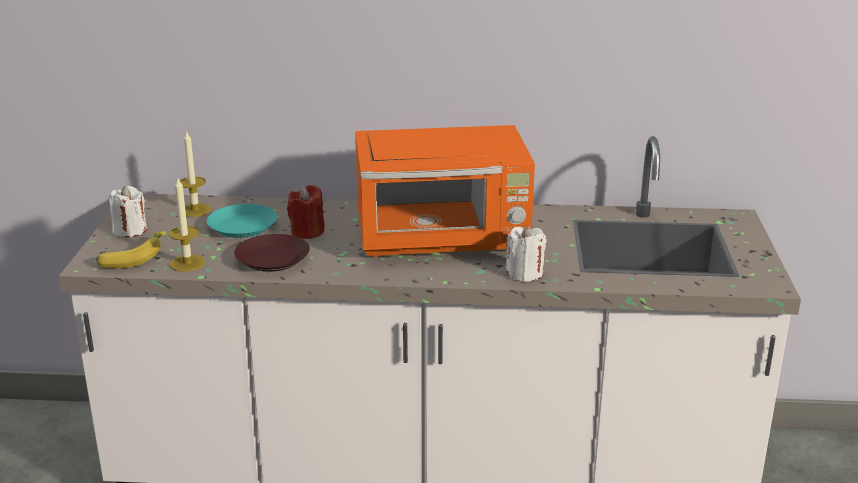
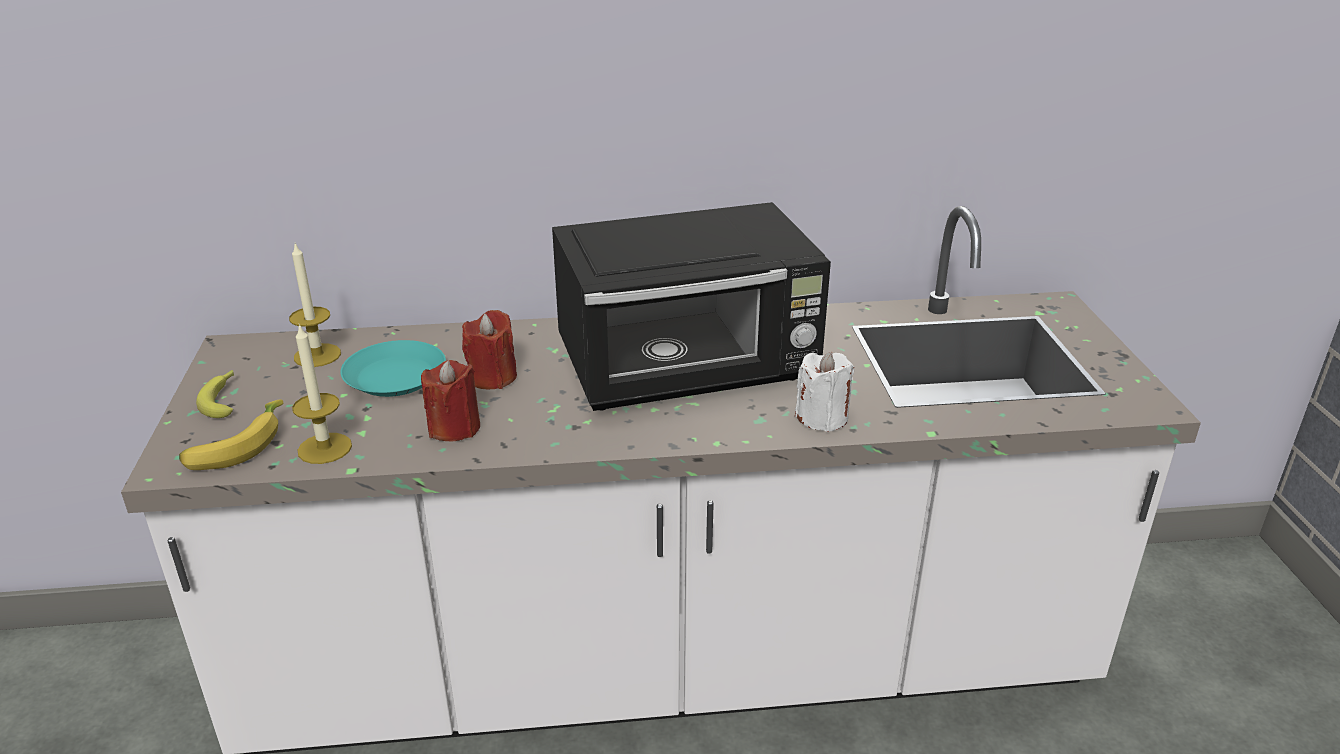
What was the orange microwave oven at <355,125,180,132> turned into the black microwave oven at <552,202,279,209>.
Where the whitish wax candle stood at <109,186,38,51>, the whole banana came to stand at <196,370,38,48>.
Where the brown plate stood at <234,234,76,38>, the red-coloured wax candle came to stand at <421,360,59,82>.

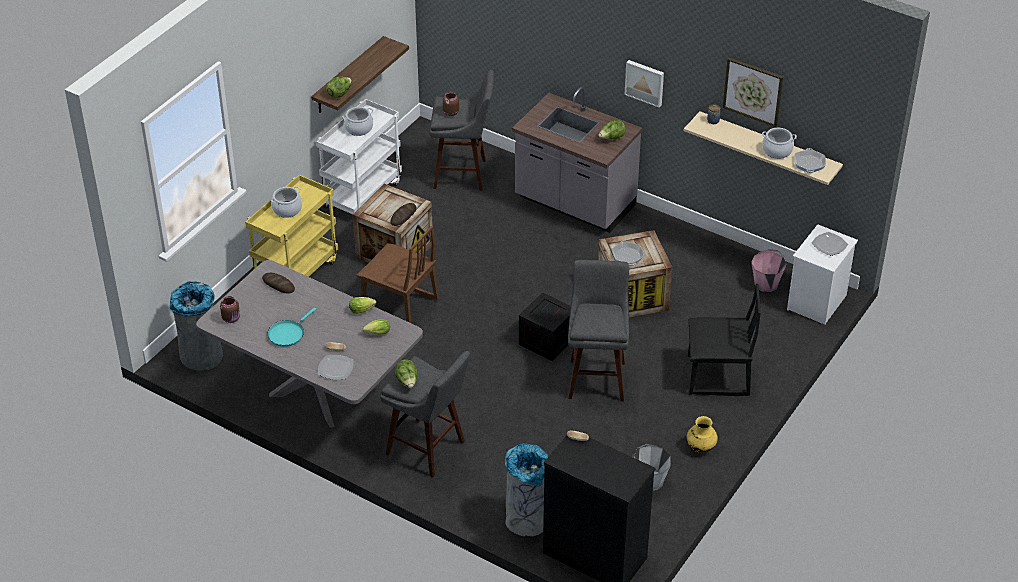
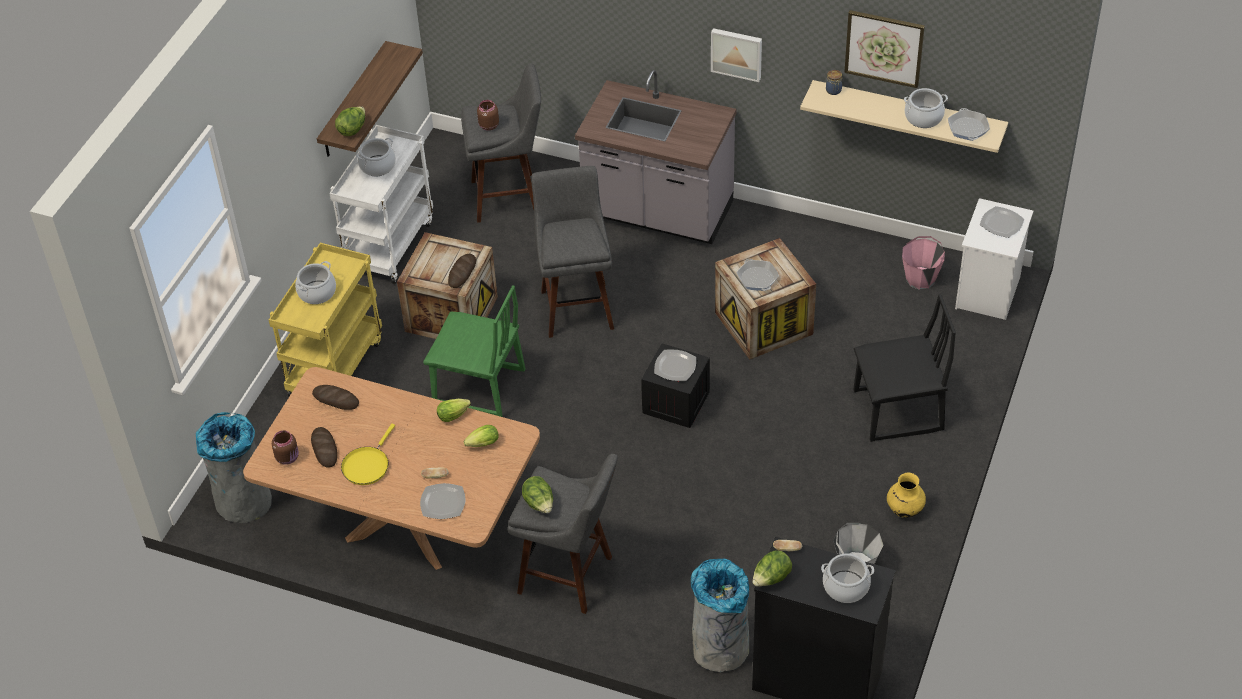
The lettuce head ended up elsewhere, having gone from <598,120,28,20> to <752,550,40,36>.
What was the brown upright chair at <357,226,82,97> turned into the greenish upright chair at <423,285,102,132>.
What was the gray kitchen table at <196,260,227,167> turned into the brown kitchen table at <243,367,297,203>.
The gray sitting stool ended up elsewhere, having gone from <568,260,61,142> to <531,166,83,172>.
What was the turquoise-coloured frying pan at <267,308,49,39> turned into the yellow-coloured frying pan at <341,424,54,61>.
The second view gained the plate at <654,350,42,31>.
The second view gained the bread at <311,427,27,41>.
The second view gained the saucepot at <821,554,53,49>.

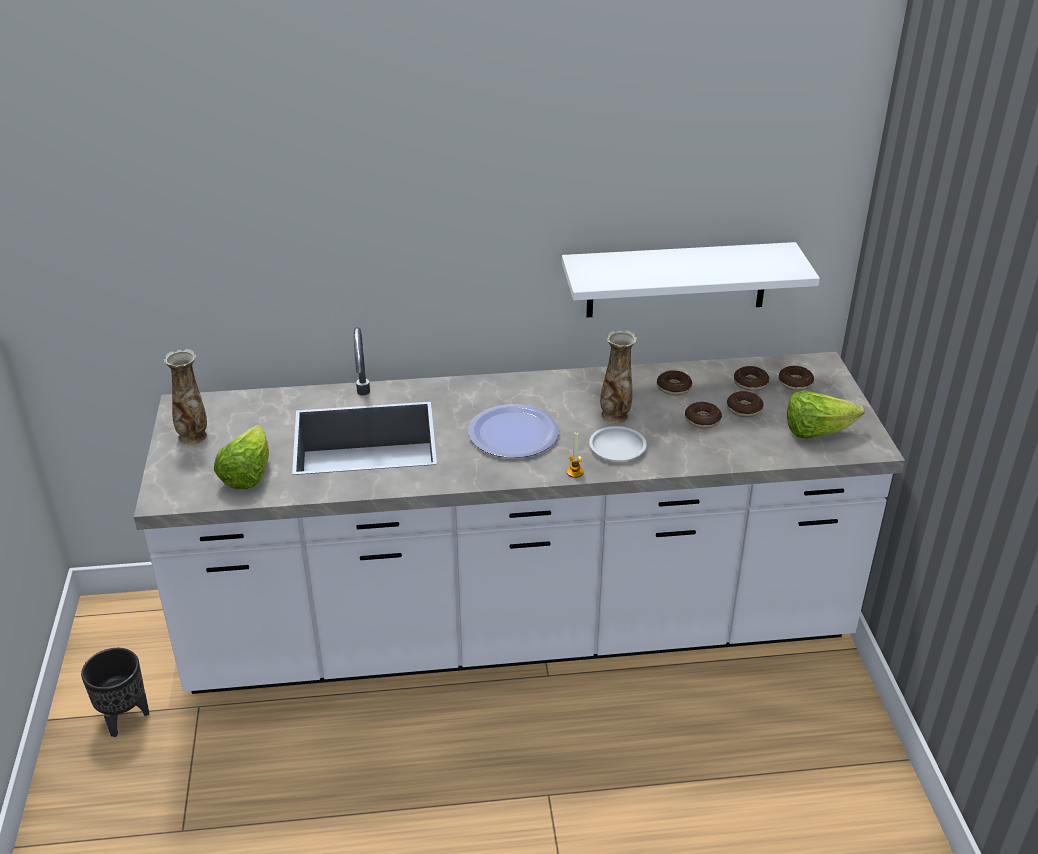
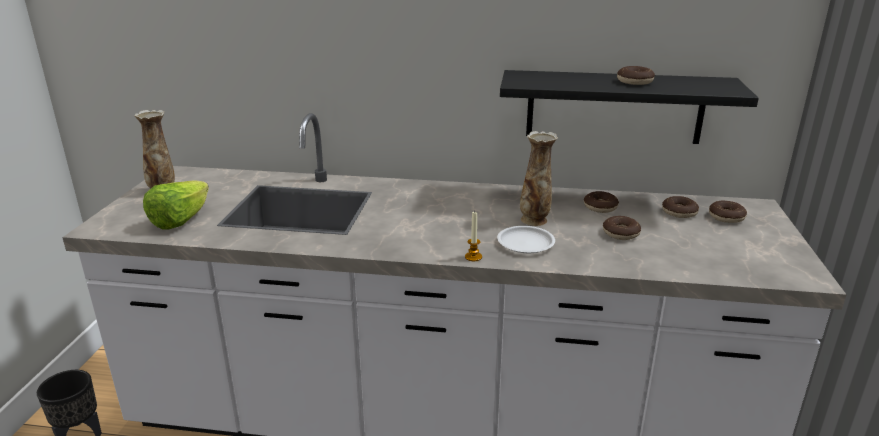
What was the whitish bracket shelf at <562,242,258,75> turned into the black bracket shelf at <500,70,259,74>.
The ring doughnut ended up elsewhere, having gone from <727,391,36,26> to <617,66,38,19>.
The second view lost the lettuce head at <787,391,77,48>.
The second view lost the plate at <468,404,91,54>.

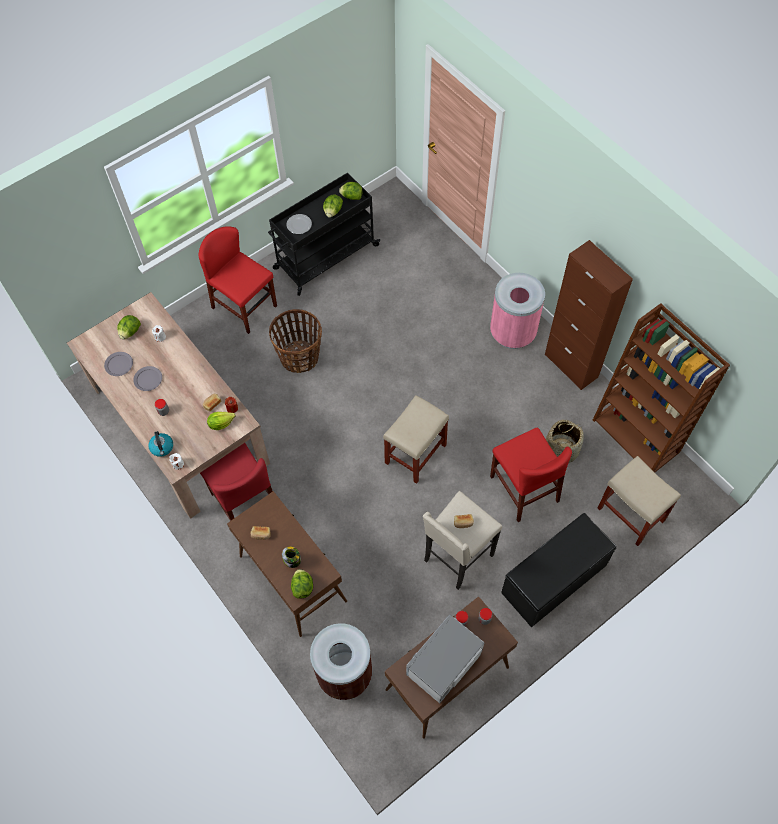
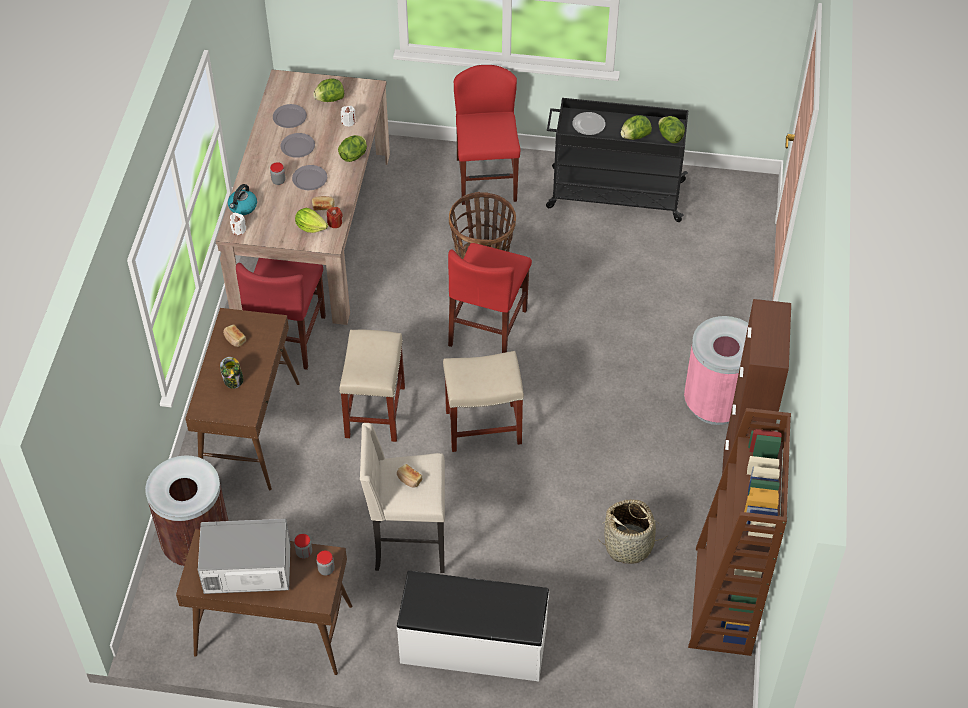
The red-coloured upright chair ended up elsewhere, having gone from <490,427,82,95> to <448,243,84,110>.
The beige-coloured sitting stool ended up elsewhere, having gone from <598,456,83,90> to <339,330,66,112>.
What was the black indoor bench at <501,513,115,115> turned into the whitish indoor bench at <397,571,152,111>.
The lettuce head ended up elsewhere, having gone from <291,569,22,30> to <338,135,29,27>.
The second view gained the gray plate at <292,165,35,25>.

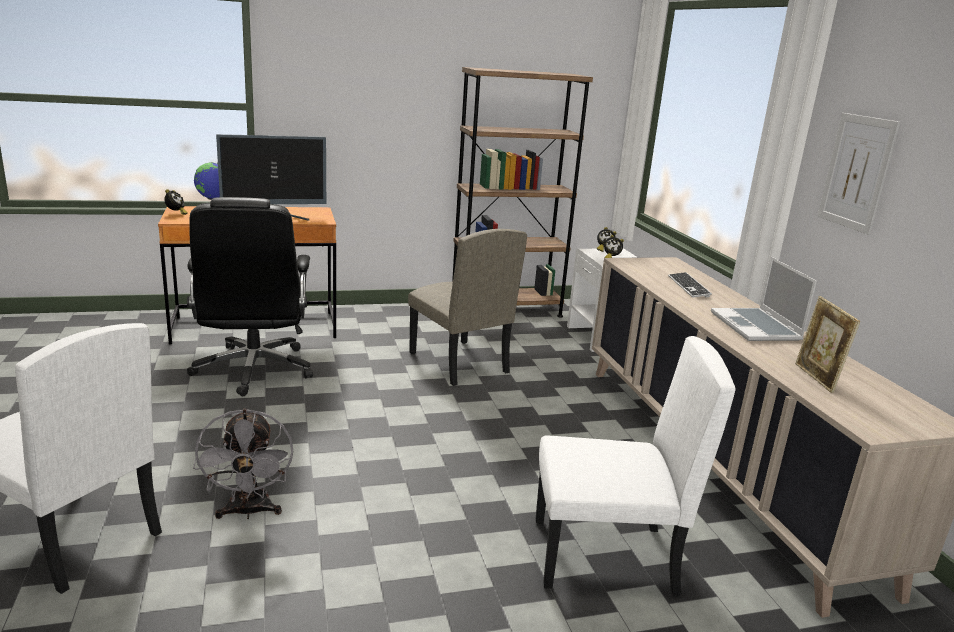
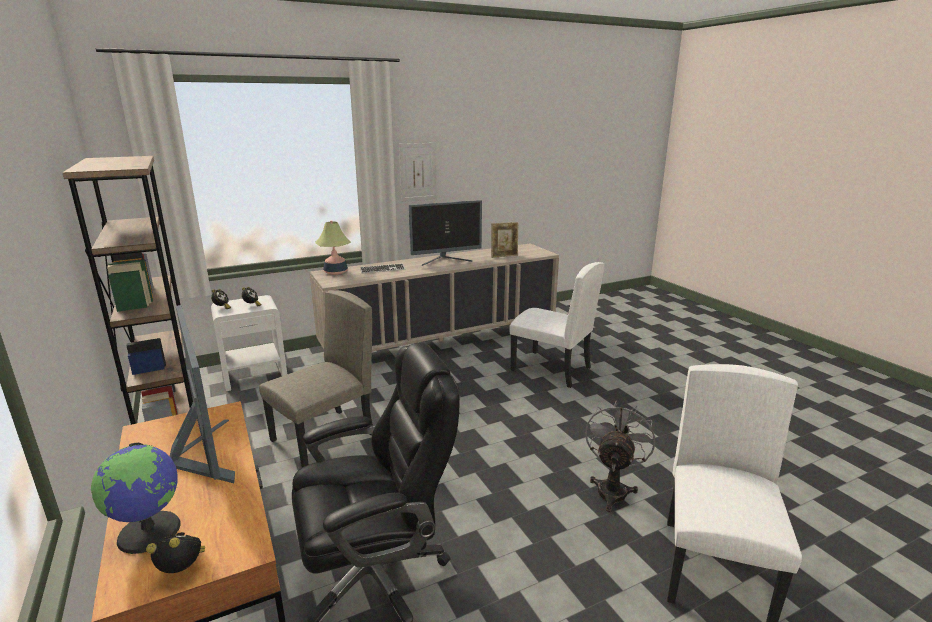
Where the laptop stood at <711,257,106,84>, the computer display came to stand at <409,200,73,66>.
The whitish upright chair at <536,336,199,260> ended up facing another way, 135 degrees clockwise from before.
The gray cooling fan at <193,409,100,110> ended up facing another way, 45 degrees counterclockwise from before.
The second view gained the lamp for a table at <315,221,36,54>.

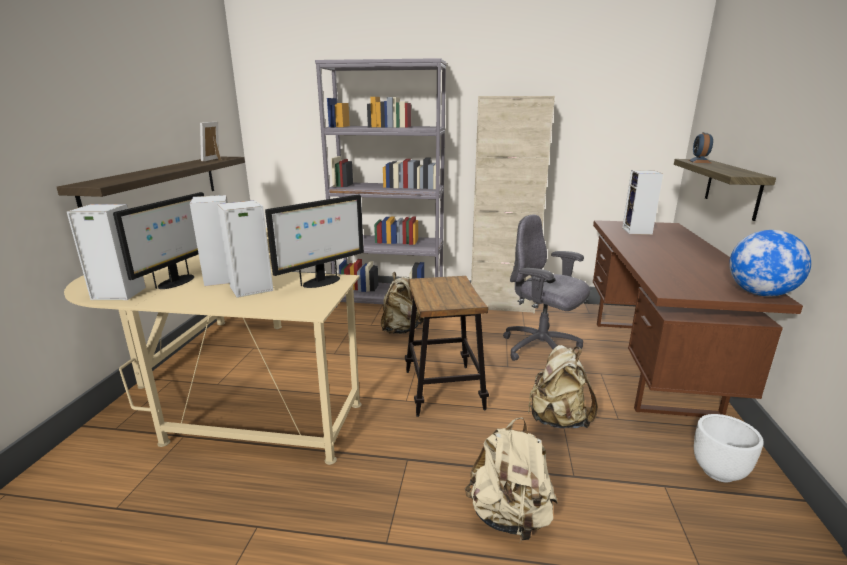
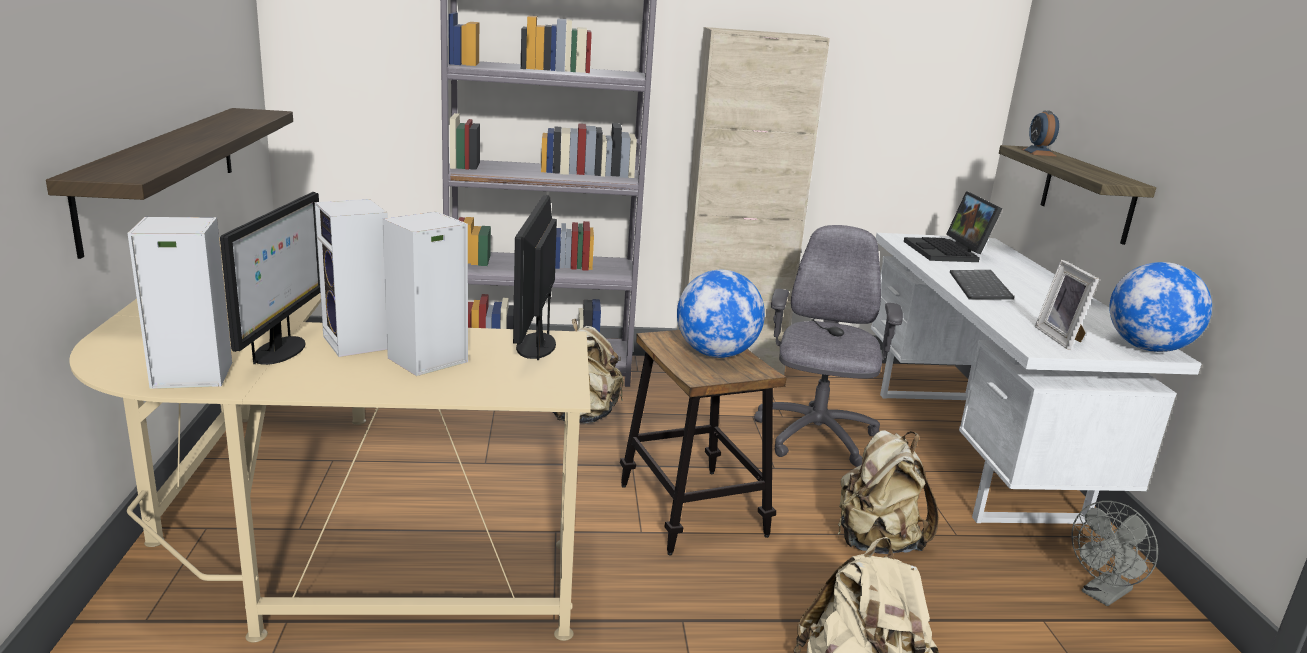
The photo frame ended up elsewhere, having gone from <200,122,21,40> to <1035,260,64,90>.
Where the speaker stood at <622,170,41,65>, the laptop came to stand at <904,191,99,71>.
The computer display at <265,194,99,94> ended up facing another way, 150 degrees clockwise from before.
The gray office chair at <503,215,87,146> ended up facing another way, 75 degrees clockwise from before.
What was the brown desk unit at <593,220,210,197> turned into the whitish desk unit at <871,233,331,291>.
Where the whitish flower pot stood at <694,414,70,68>, the gray cooling fan came to stand at <1071,501,87,105>.
The second view gained the globe at <677,270,88,88>.
The second view gained the keyboard at <950,270,64,29>.

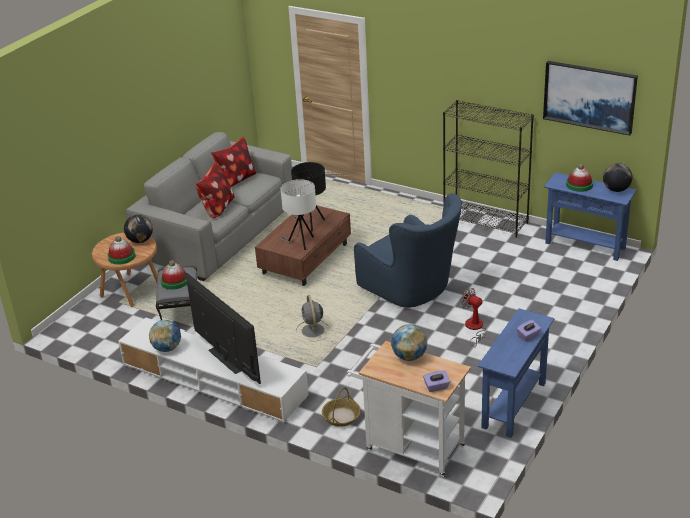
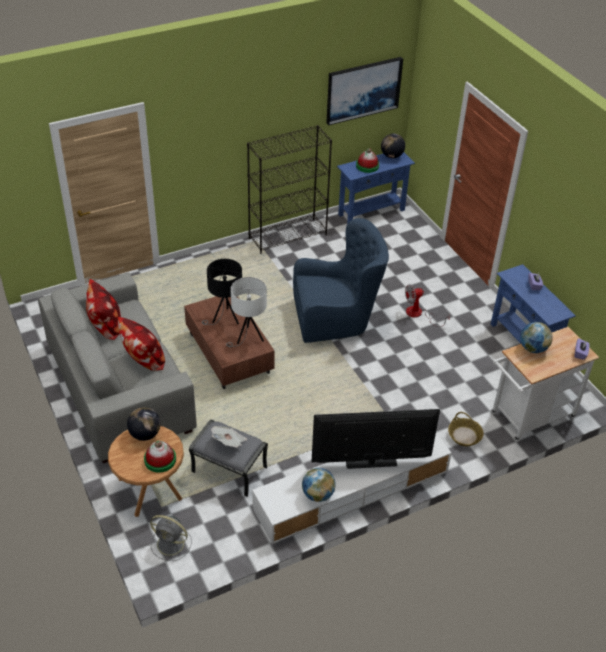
Where the clothing hat stood at <160,260,27,30>, the printed paper came to stand at <211,426,36,22>.
The gray cooling fan ended up elsewhere, having gone from <296,295,34,47> to <150,515,42,46>.

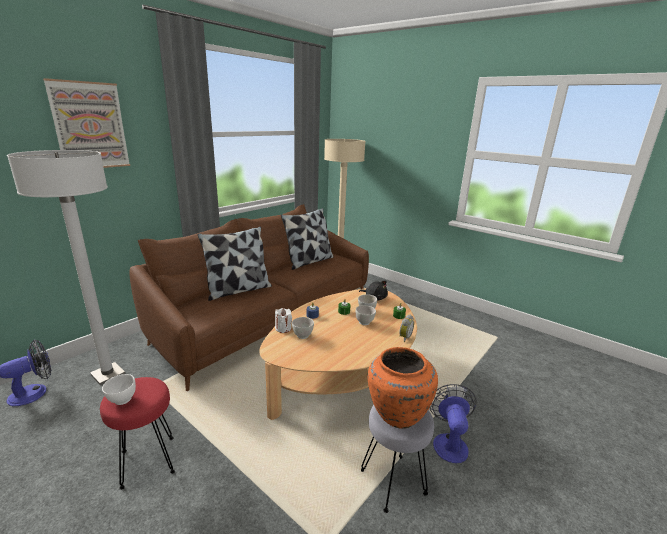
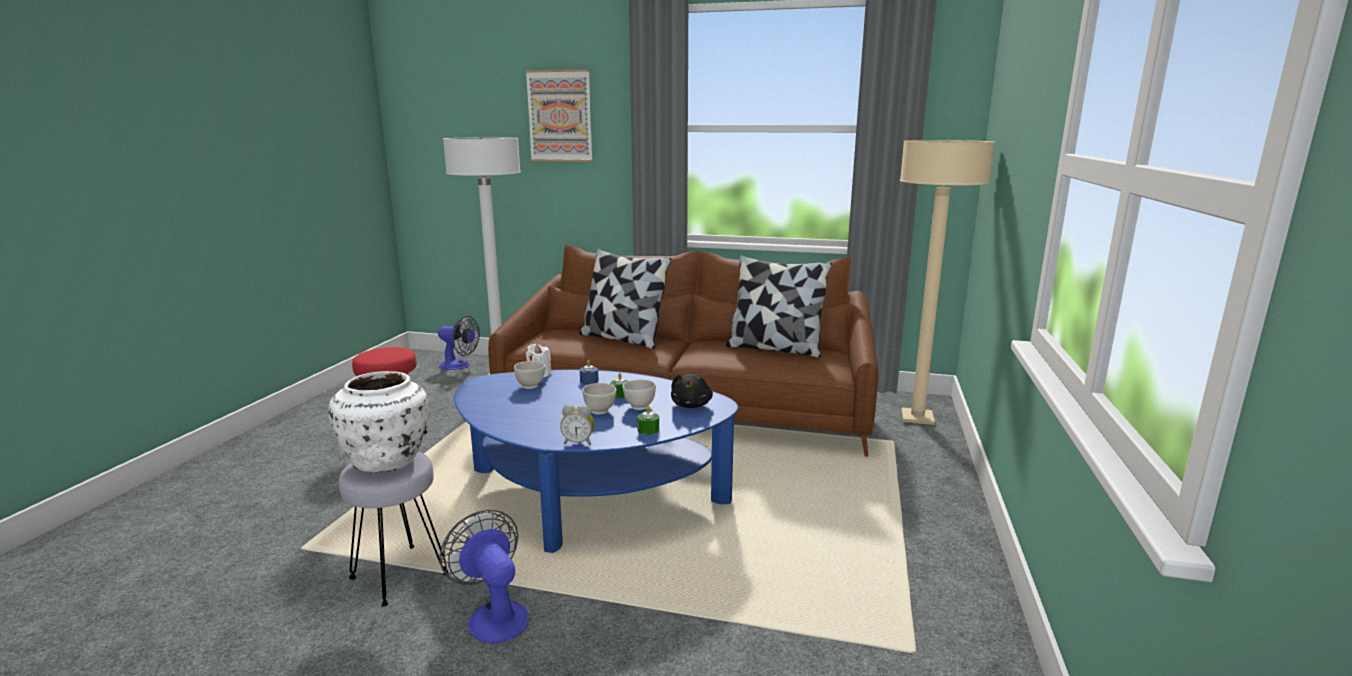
What was the beige-coloured coffee table at <259,288,158,132> turned into the bluish coffee table at <454,369,284,184>.
What was the orange flower vase at <368,347,70,82> turned into the whitish flower vase at <328,371,100,102>.
The second view lost the whitish deep dish at <102,374,34,31>.
The cooling fan at <430,384,47,79> ended up facing another way, 105 degrees counterclockwise from before.

